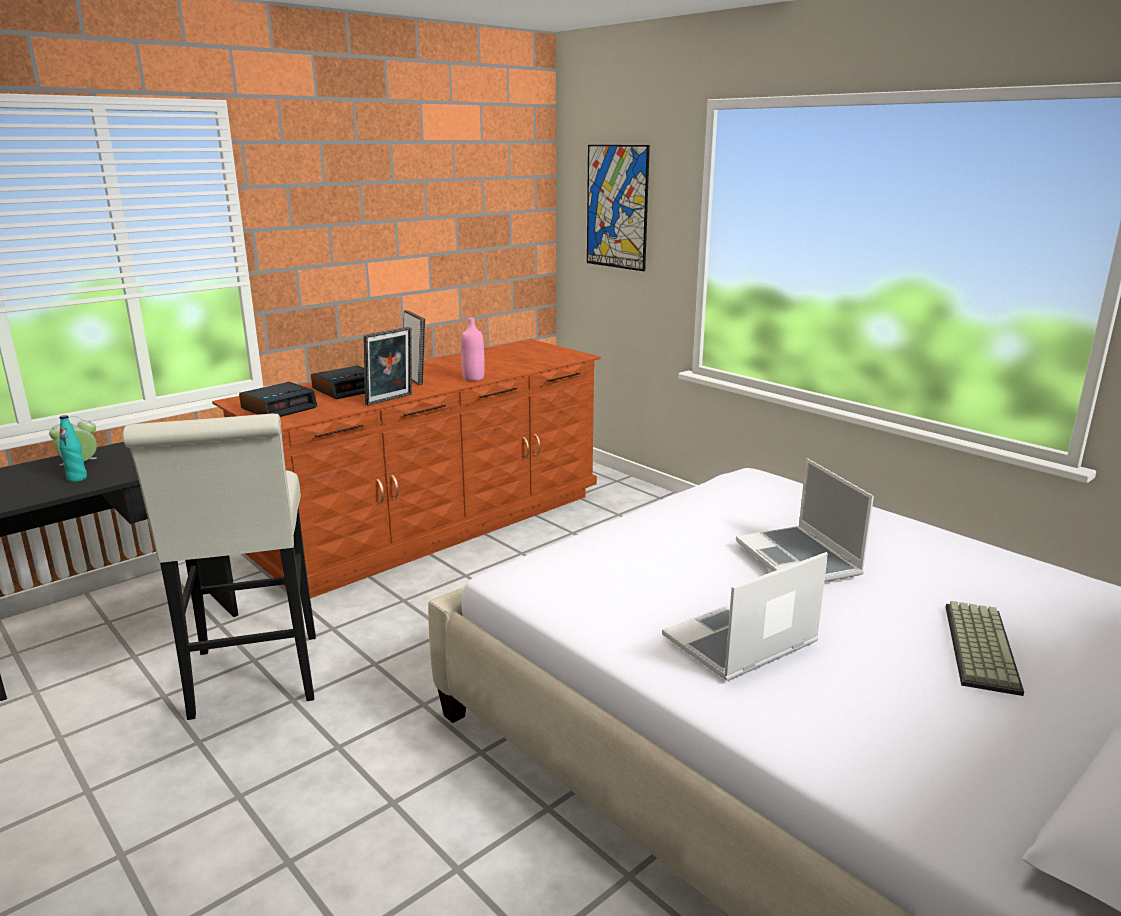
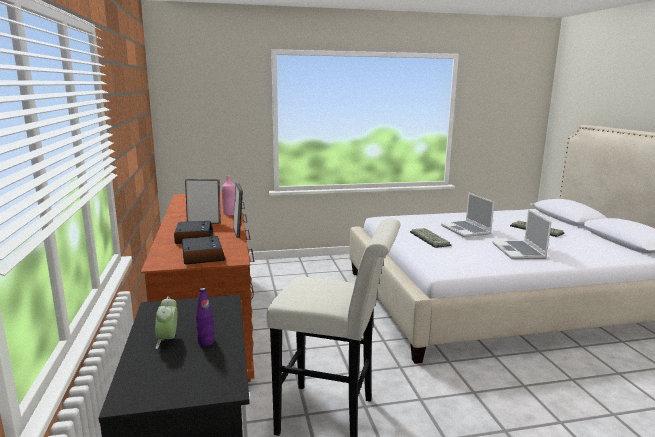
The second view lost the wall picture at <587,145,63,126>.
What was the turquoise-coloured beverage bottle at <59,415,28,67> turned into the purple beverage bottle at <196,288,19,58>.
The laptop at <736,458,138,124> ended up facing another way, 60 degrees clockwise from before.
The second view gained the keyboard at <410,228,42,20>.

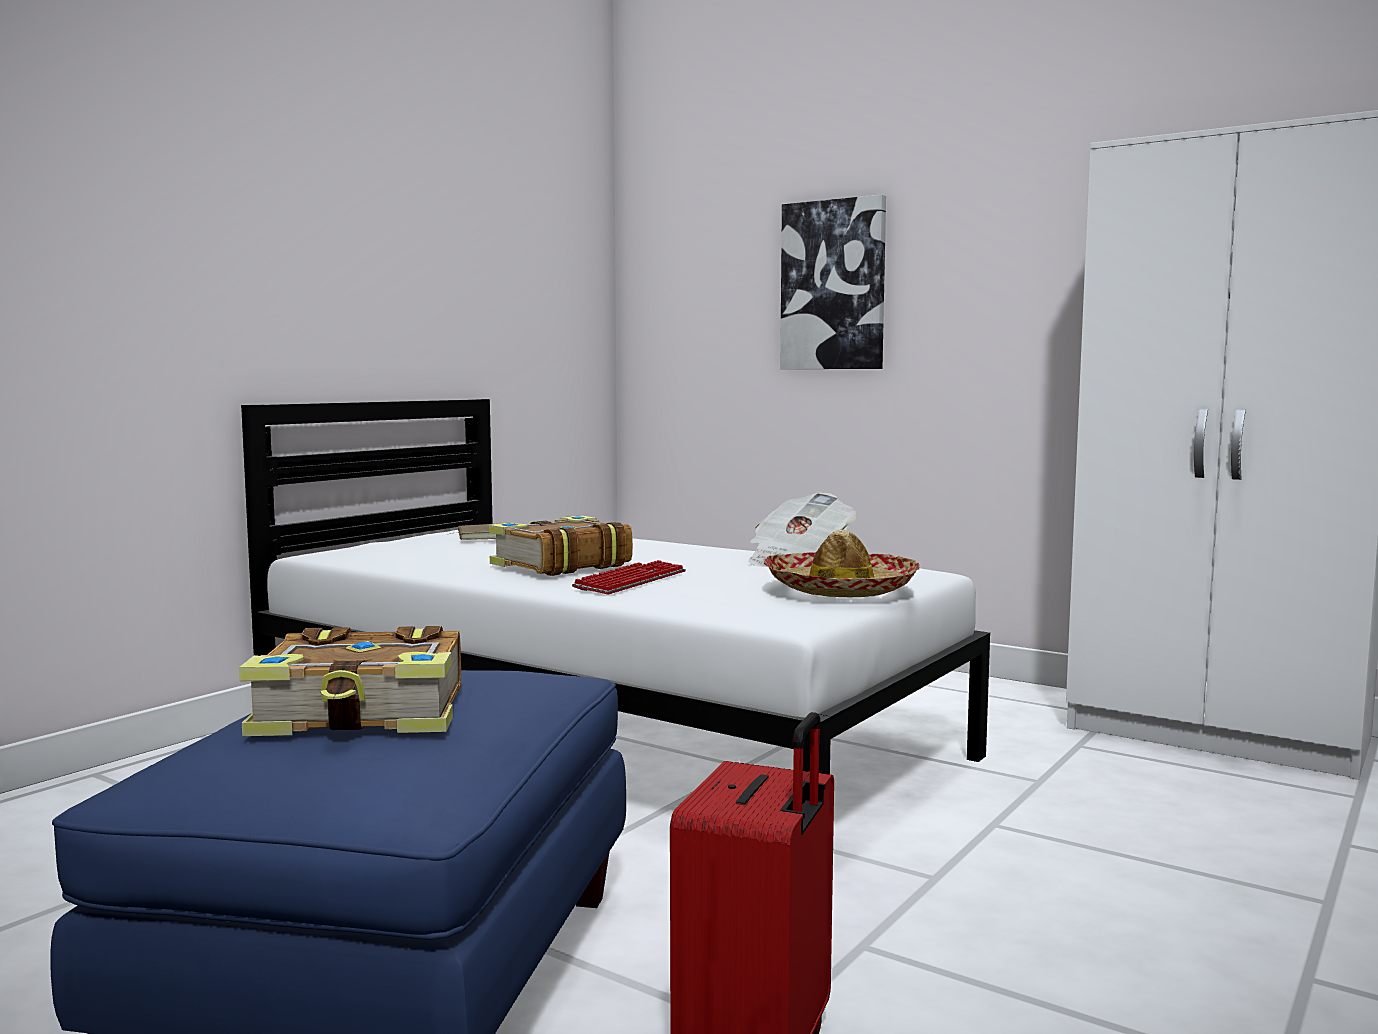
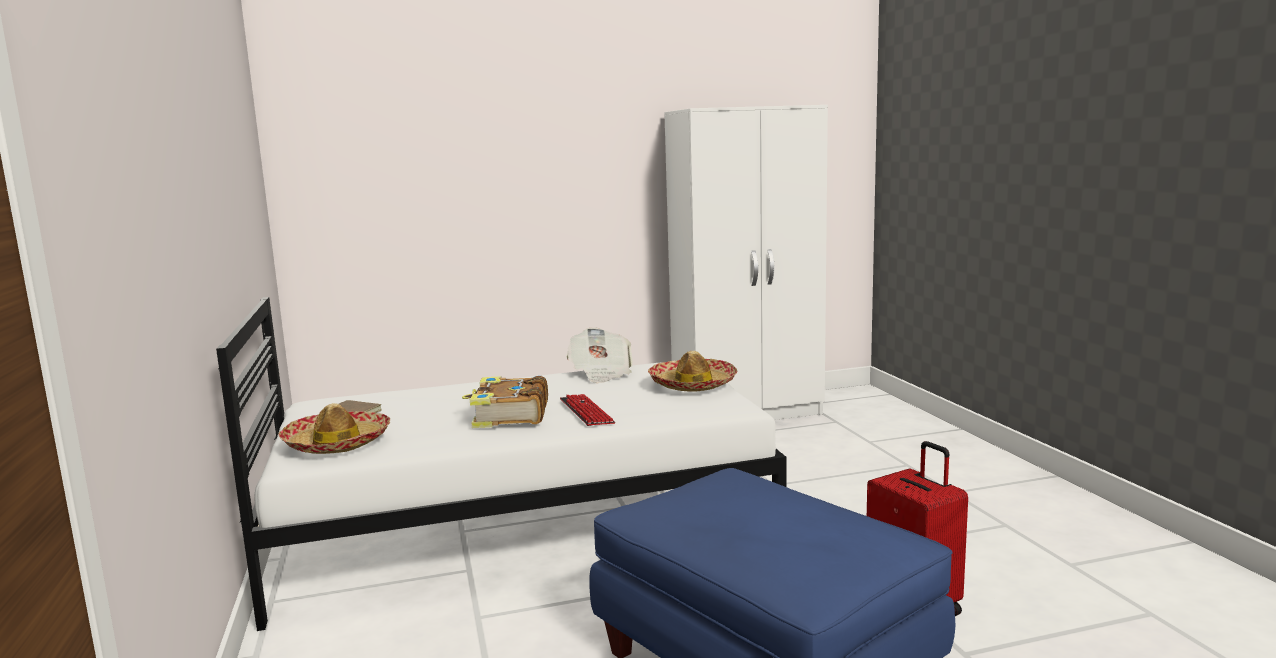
The second view lost the wall picture at <780,194,106,175>.
The second view lost the bound book at <239,626,222,110>.
The second view gained the clothing hat at <279,403,111,51>.

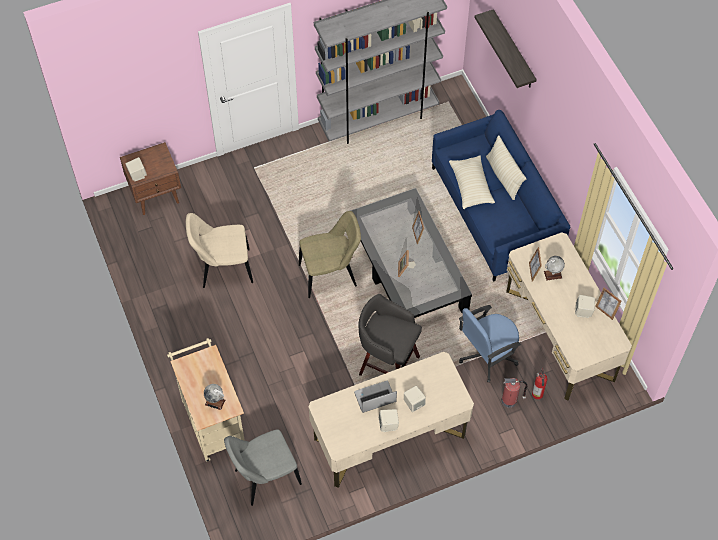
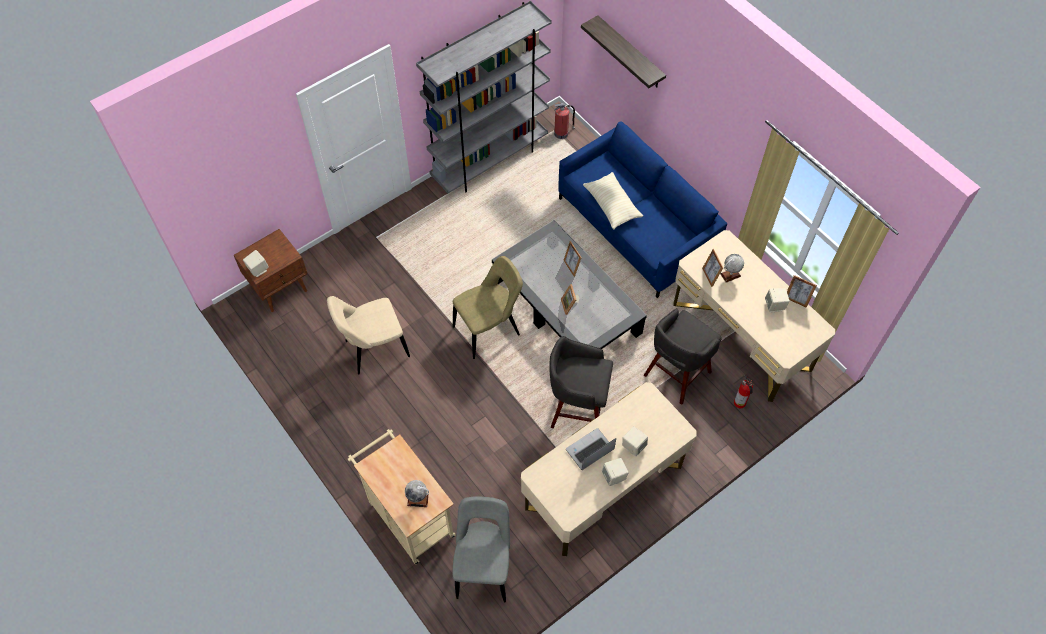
The second view lost the beige-coloured throw pillow at <486,135,41,65>.
Where the bluish office chair stood at <459,305,62,78>, the gray sitting stool came to stand at <644,308,78,97>.
The fire-fighting cylinder ended up elsewhere, having gone from <502,378,25,30> to <554,103,21,36>.
The gray upright chair at <224,429,78,77> ended up facing another way, 135 degrees clockwise from before.

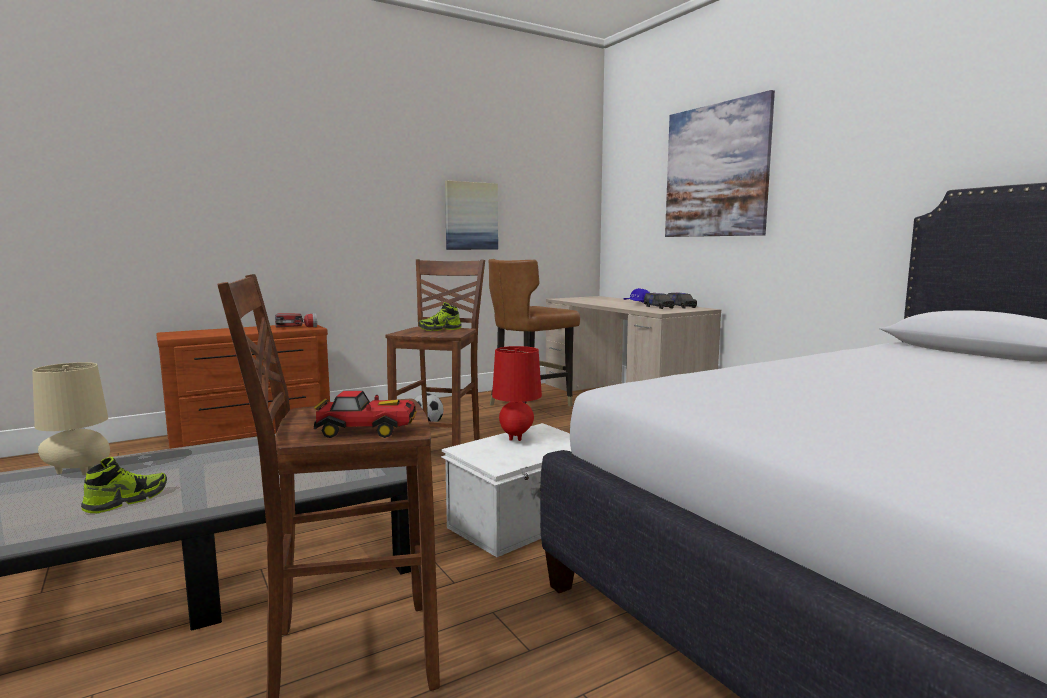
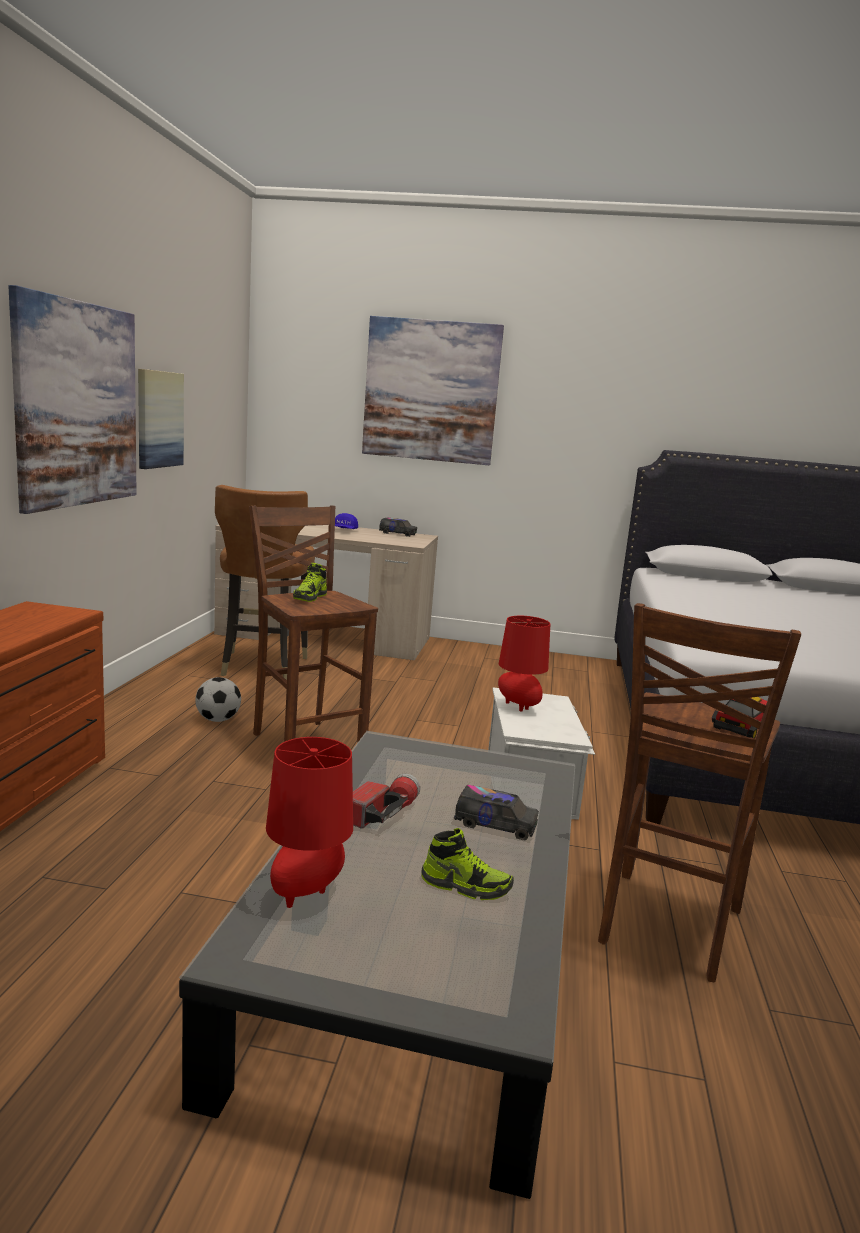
The toy truck ended up elsewhere, having gone from <644,293,31,16> to <454,785,85,55>.
The torch ended up elsewhere, having gone from <275,313,42,15> to <353,774,67,55>.
What was the beige-coloured lamp for a table at <32,362,78,113> turned into the red-coloured lamp for a table at <266,737,87,171>.
The item of footwear at <81,457,86,56> ended up facing another way, 120 degrees clockwise from before.
The second view gained the wall picture at <8,285,129,229>.

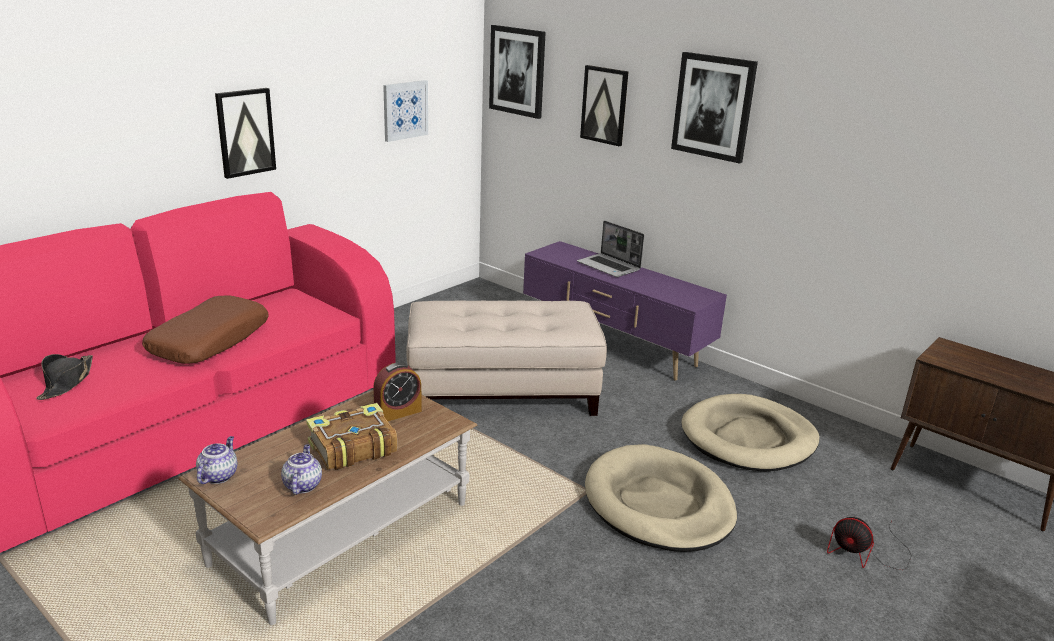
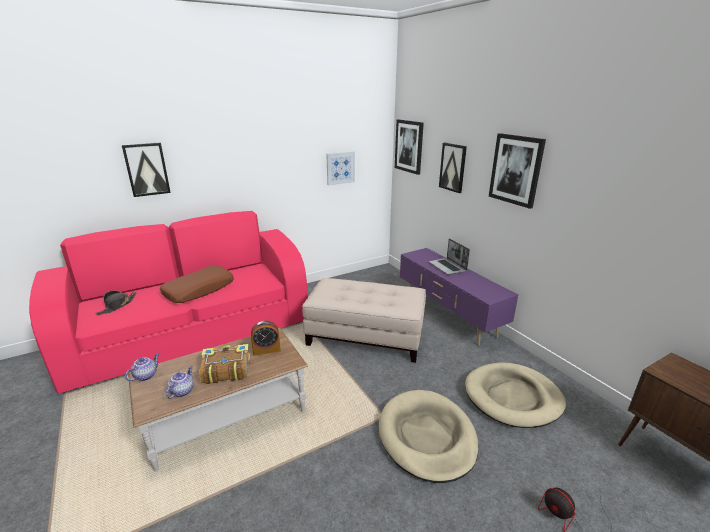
The wall picture ended up elsewhere, having gone from <215,88,61,91> to <122,143,49,54>.

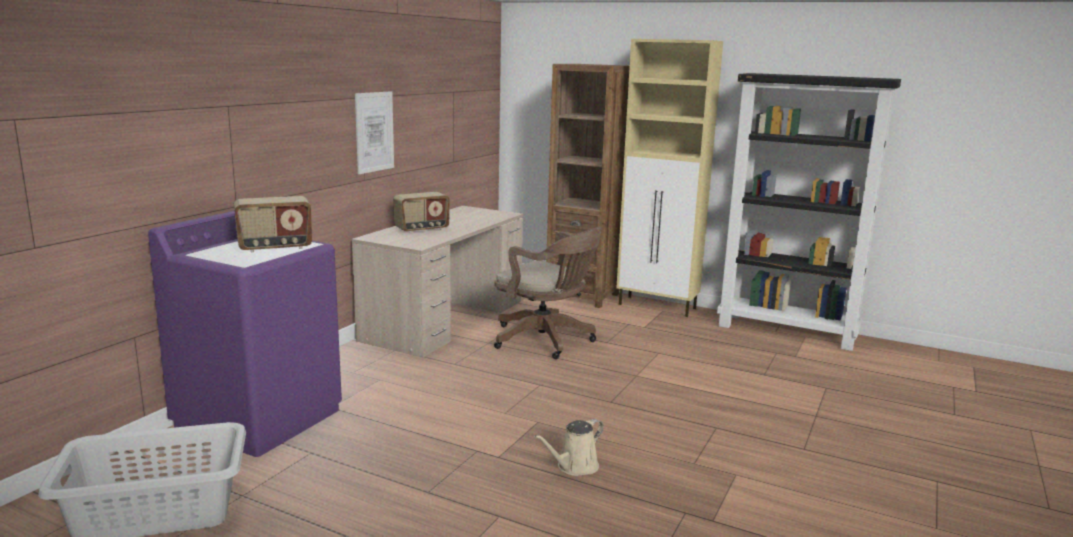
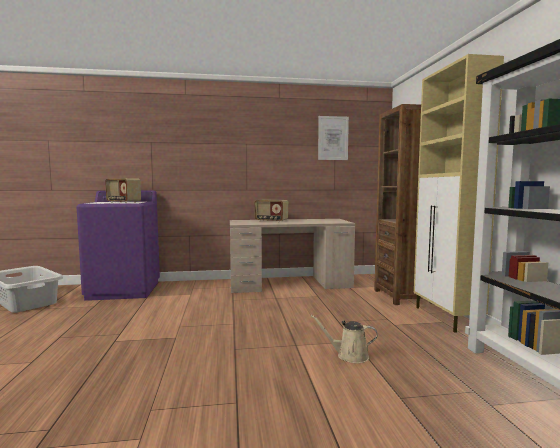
The wall picture ended up elsewhere, having gone from <355,91,39,83> to <318,116,31,44>.
The second view lost the brown office chair at <494,227,108,132>.
The beige-coloured watering can ended up elsewhere, having gone from <534,419,70,57> to <311,315,67,48>.

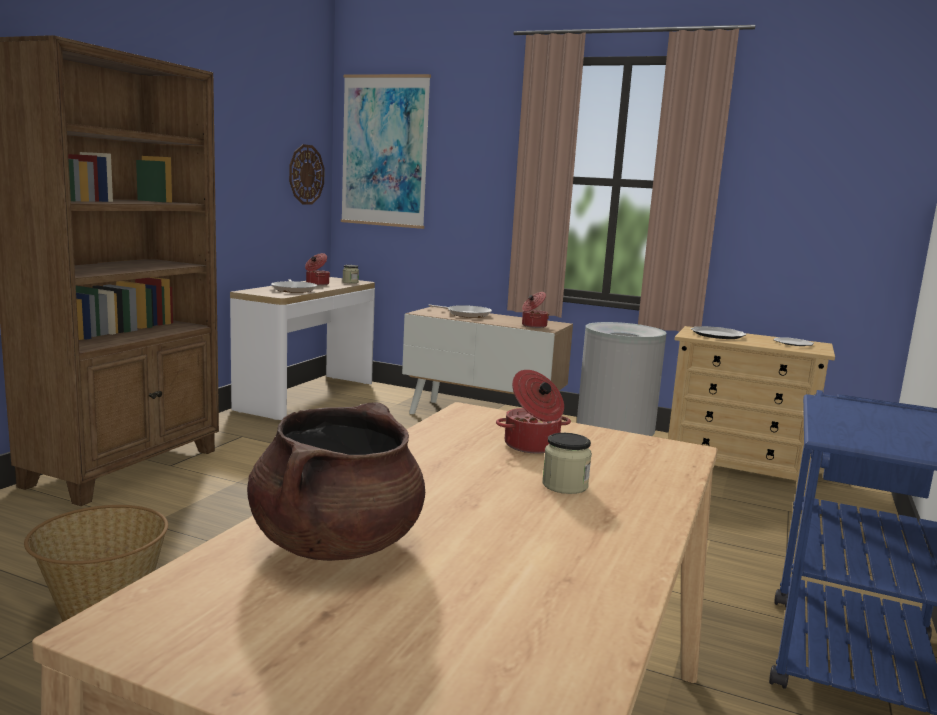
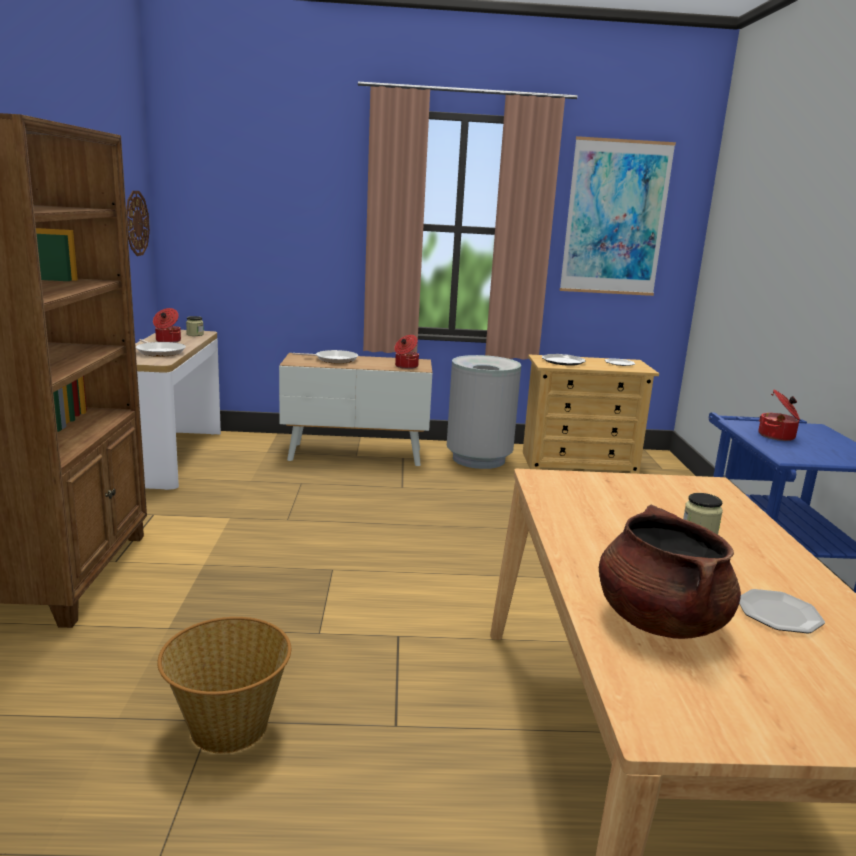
The wall picture ended up elsewhere, having gone from <341,74,90,155> to <560,136,116,160>.
The saucepot ended up elsewhere, having gone from <496,370,75,83> to <758,389,42,52>.
The second view gained the plate at <739,589,86,44>.

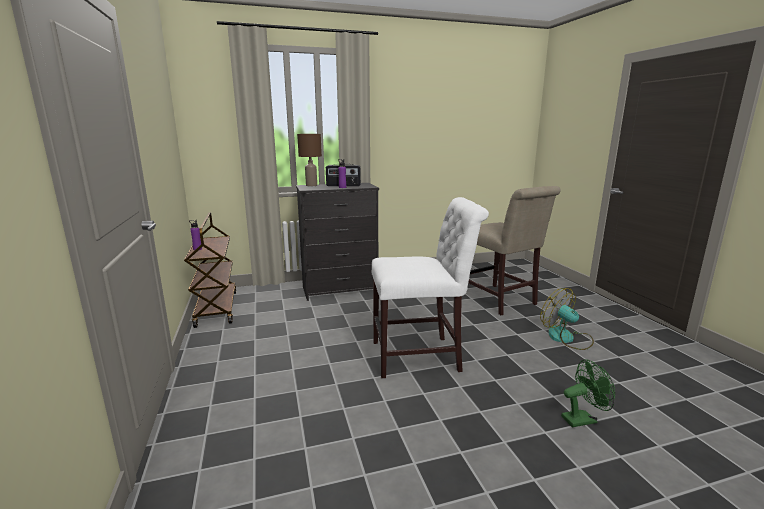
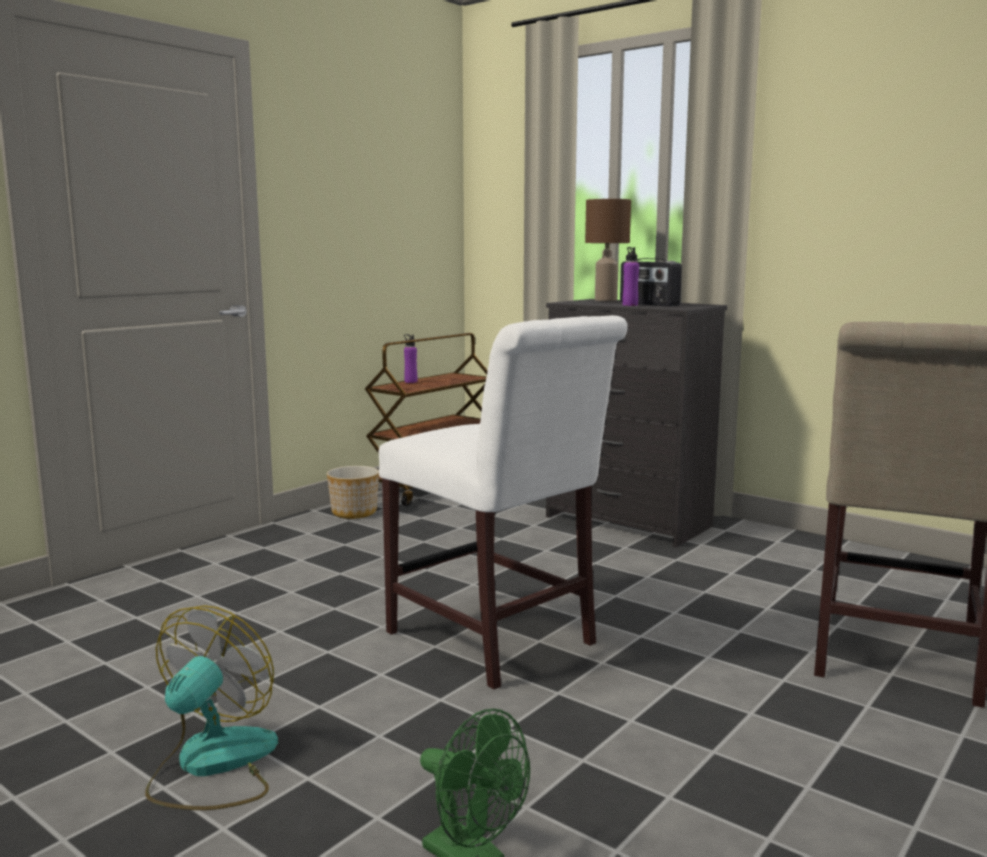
The cooling fan ended up elsewhere, having gone from <540,288,54,62> to <145,605,133,205>.
The second view gained the flower pot at <327,466,52,53>.

